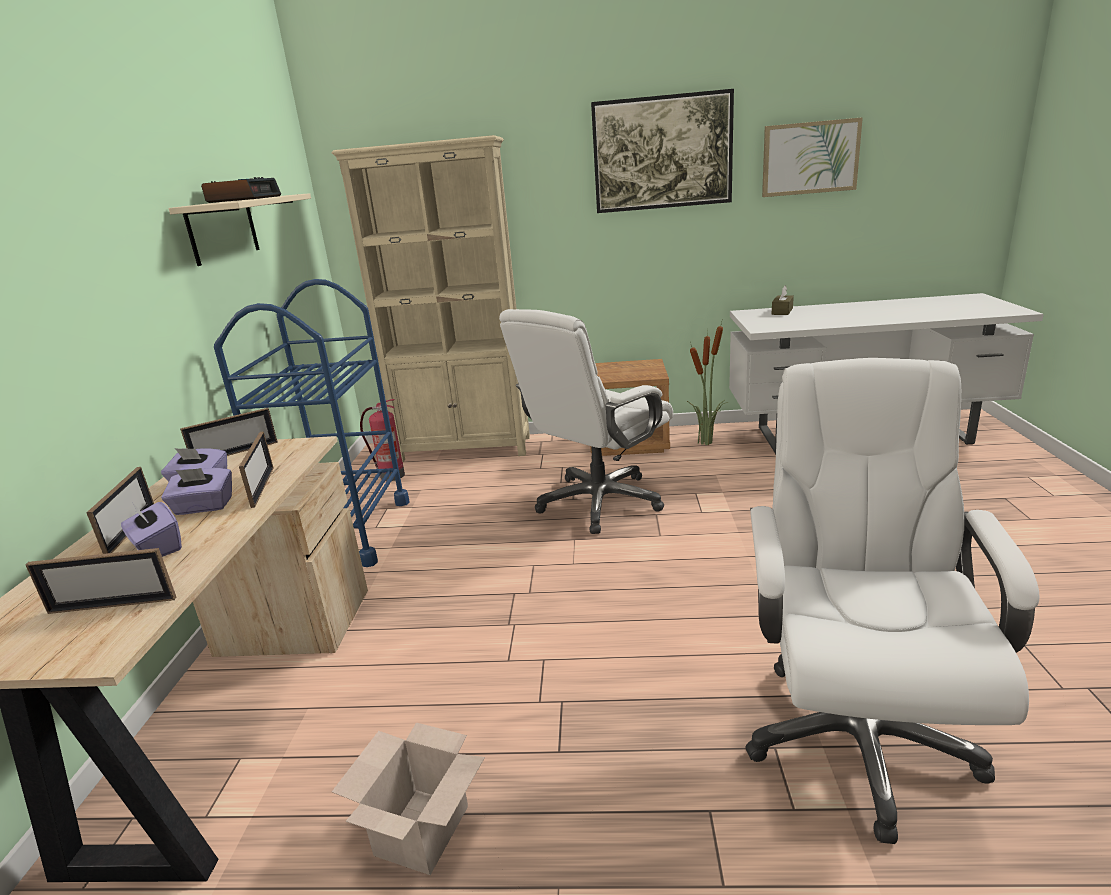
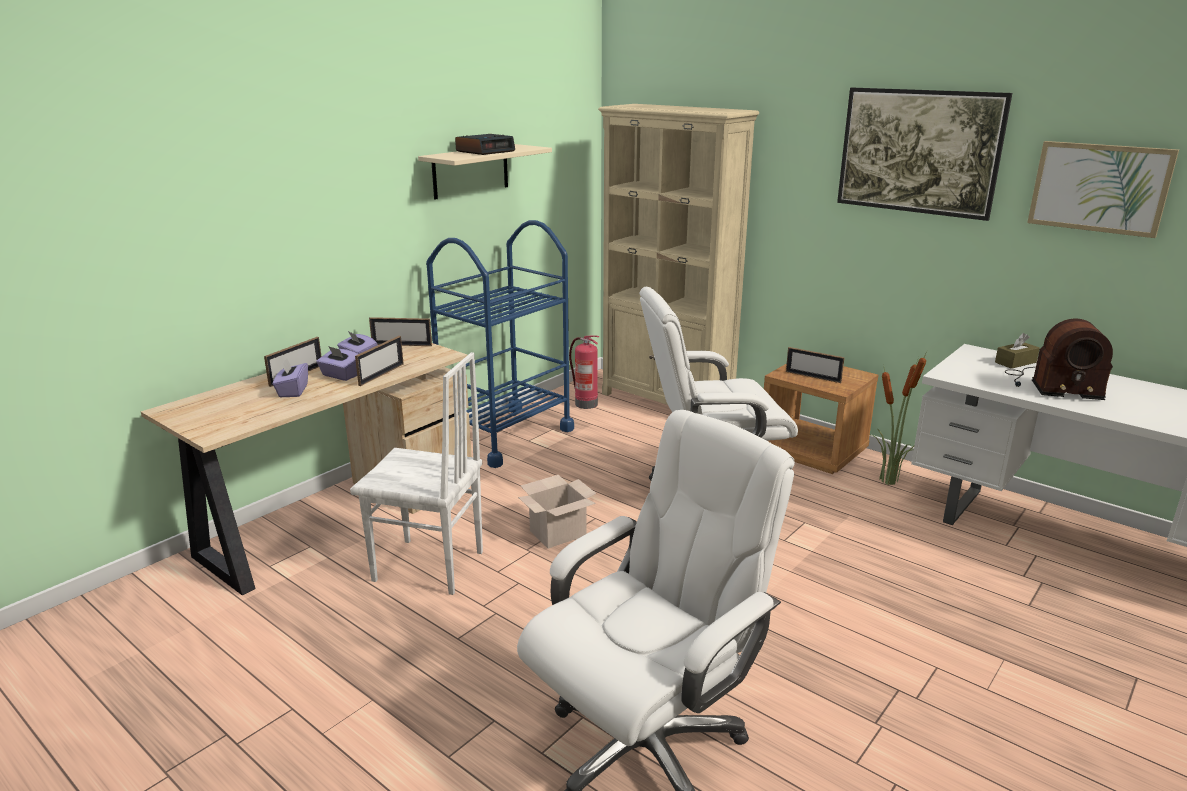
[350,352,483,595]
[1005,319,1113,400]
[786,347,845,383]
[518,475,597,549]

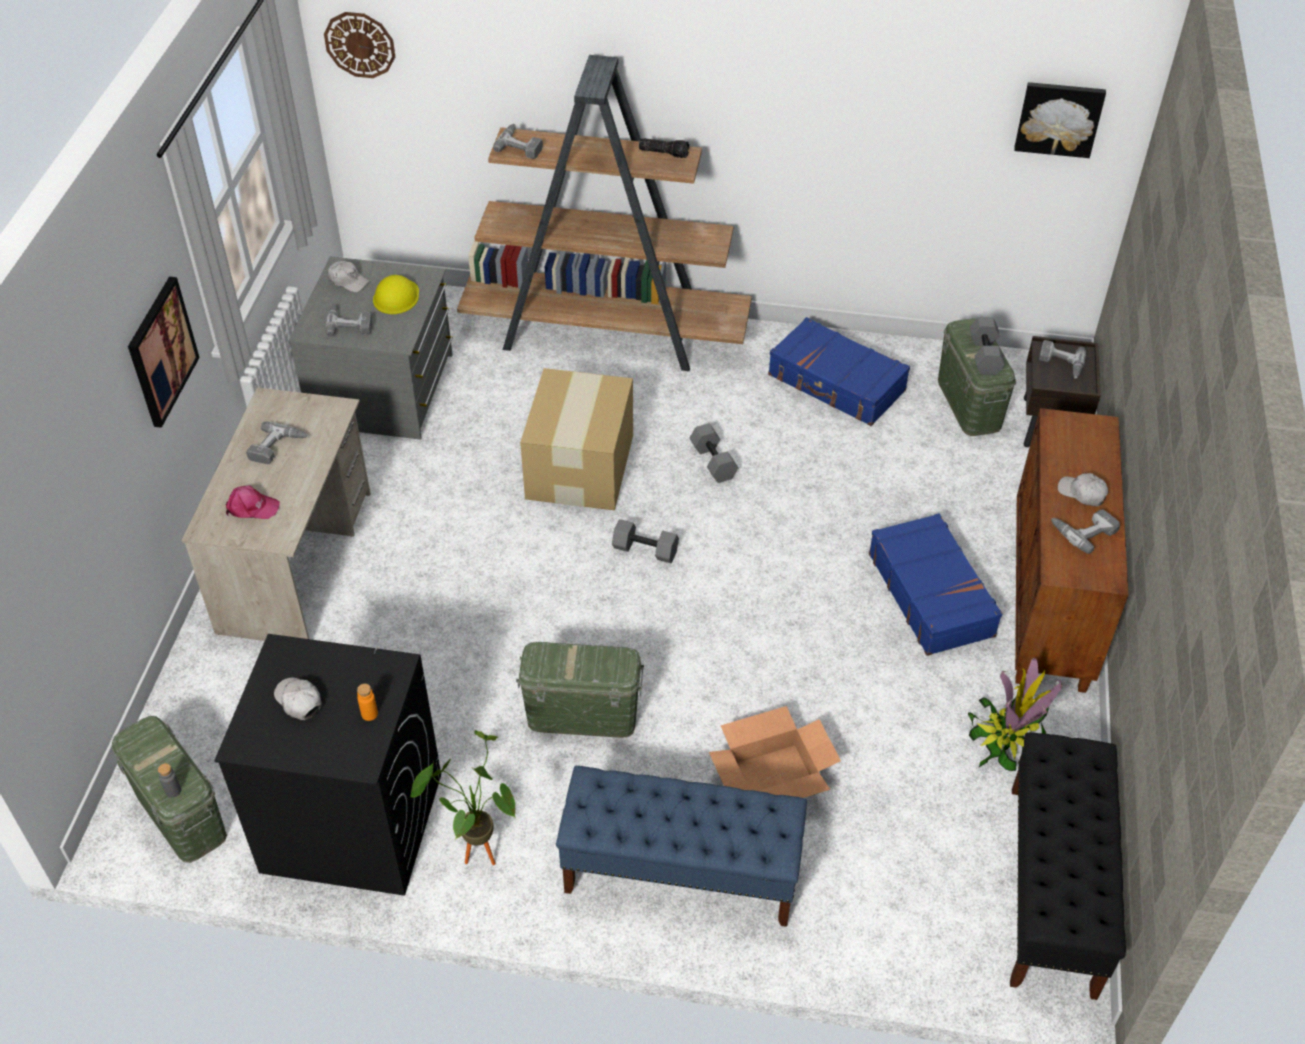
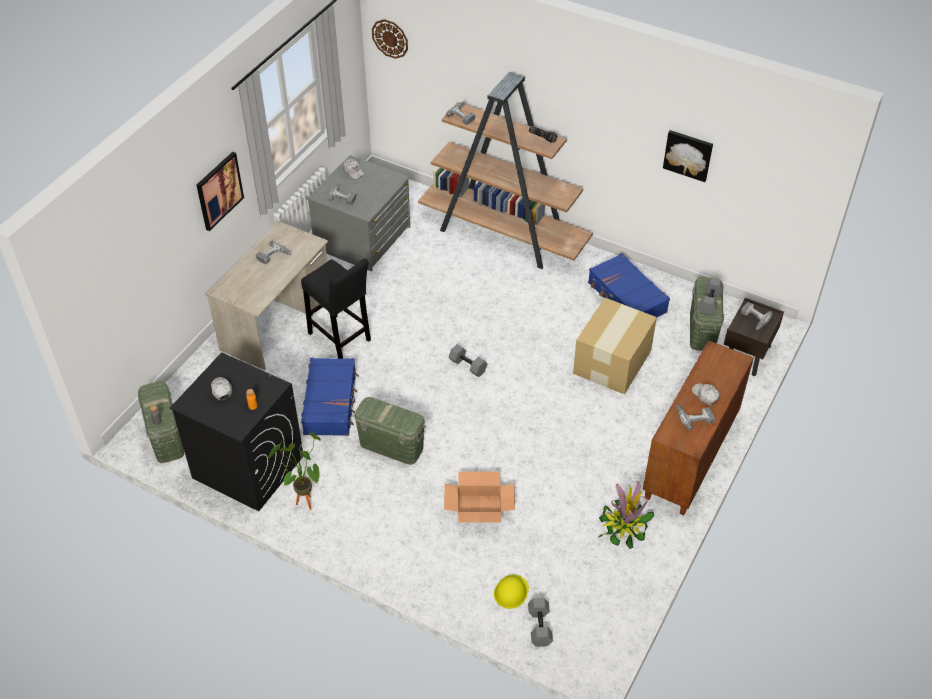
[226,485,280,519] (first image)
[556,766,807,927] (first image)
[1010,732,1126,1000] (first image)
[301,259,371,359]
[494,575,529,609]
[573,298,657,394]
[528,598,553,647]
[301,358,359,436]
[663,130,713,182]

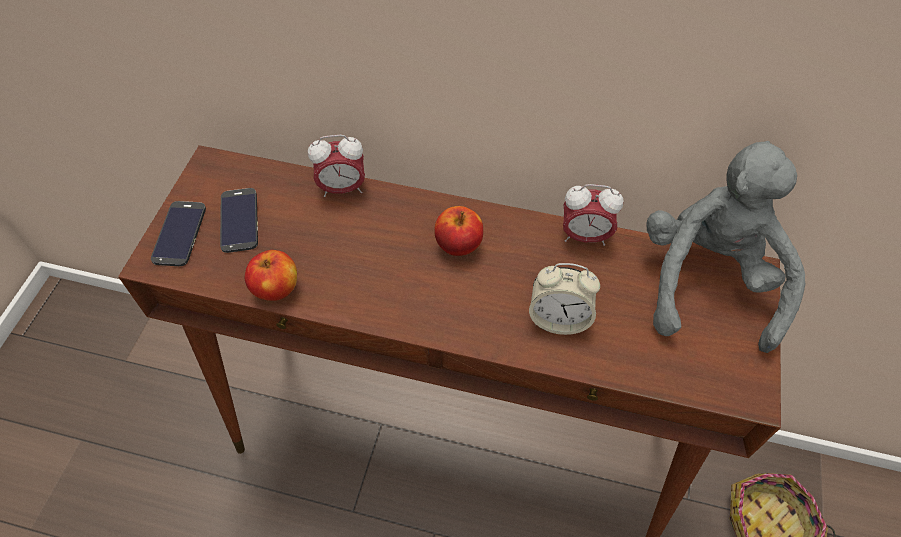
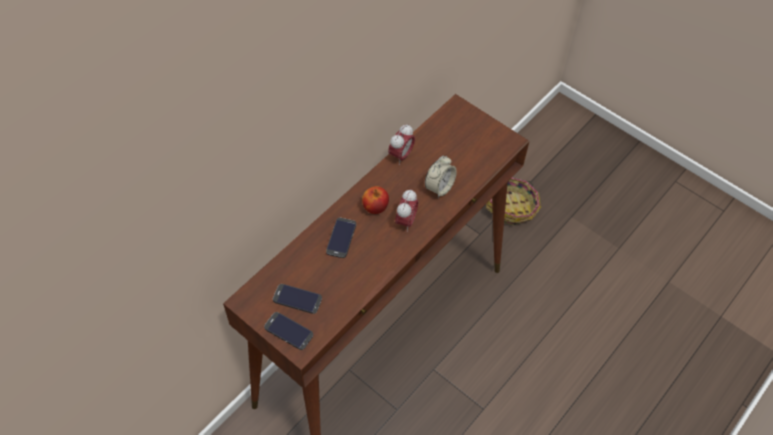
[245,250,297,301] (first image)
[646,141,806,353] (first image)
[326,218,356,258]
[395,190,418,232]

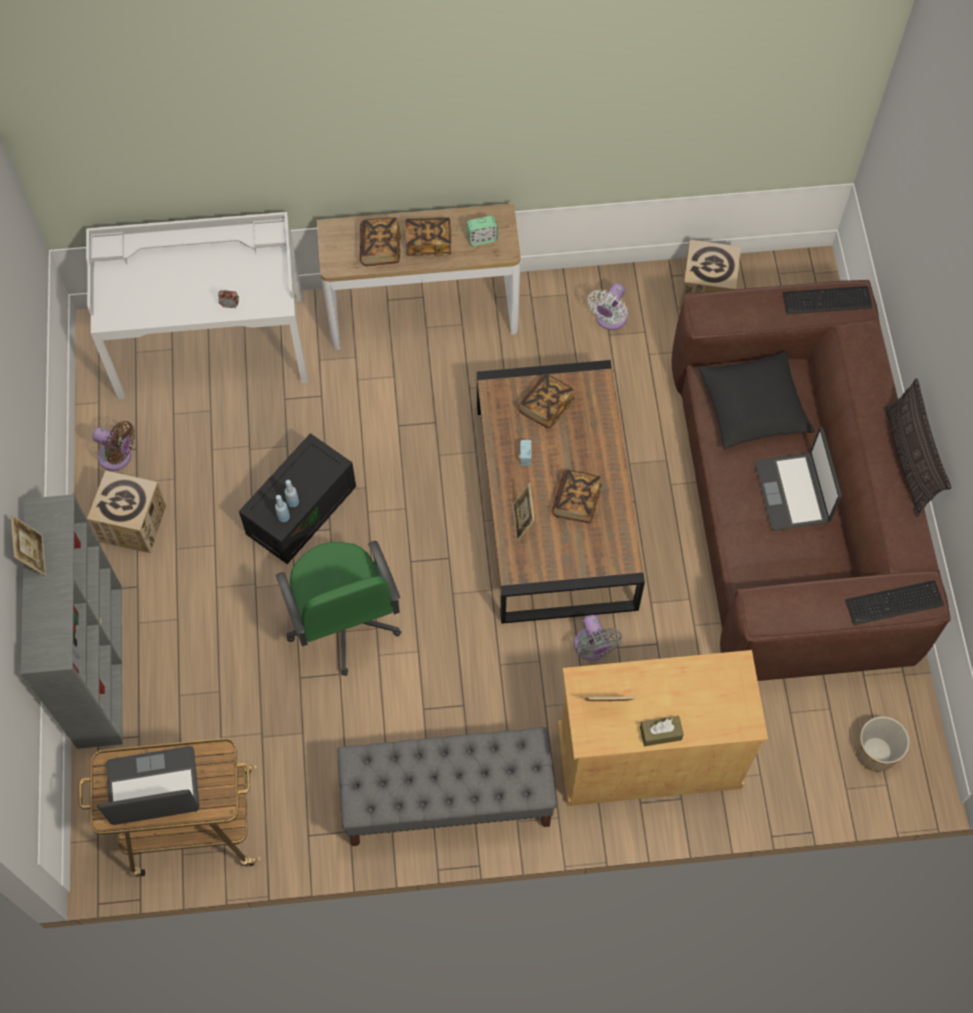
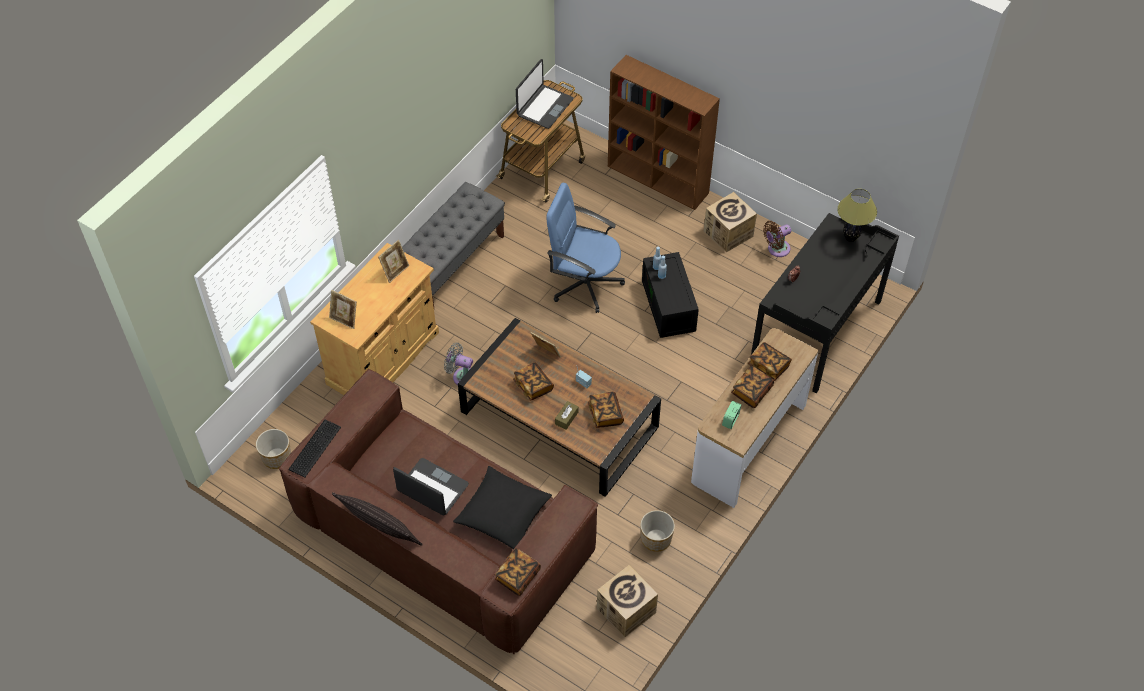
[837,189,877,242]
[329,290,357,329]
[555,401,578,430]
[640,510,675,552]
[495,548,541,596]
[608,55,720,210]
[751,213,899,393]
[546,183,625,313]

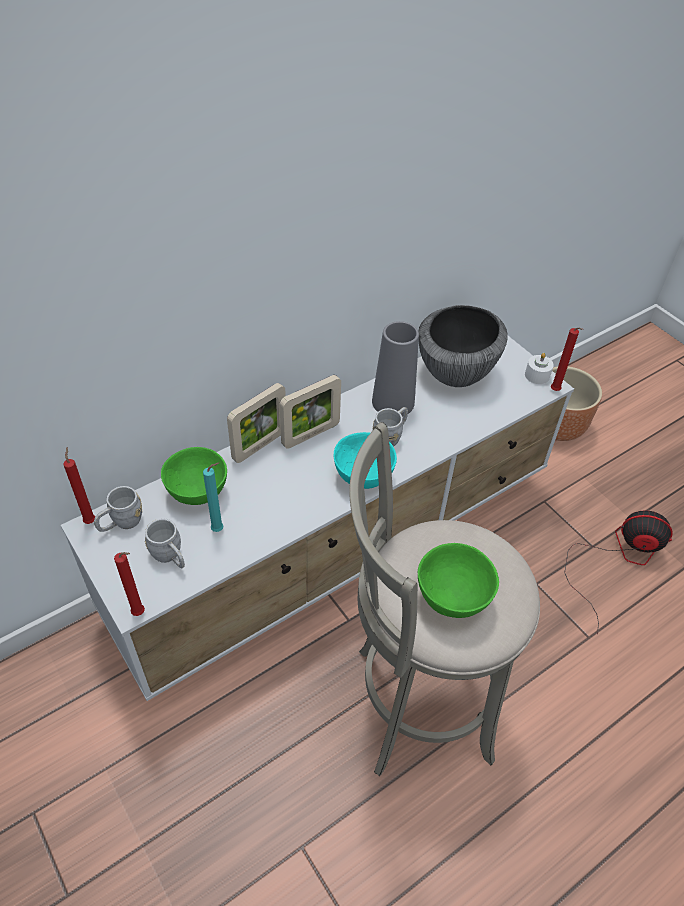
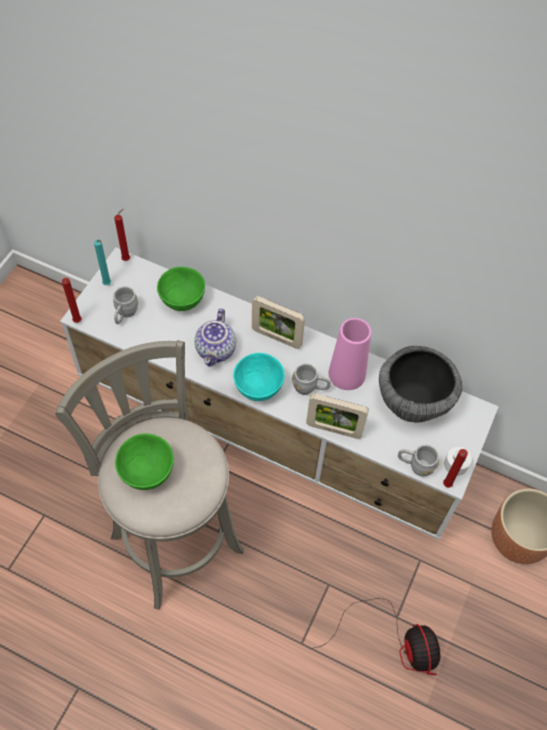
[195,309,236,366]
[398,445,439,476]
[94,240,111,285]
[306,393,369,439]
[329,318,371,390]

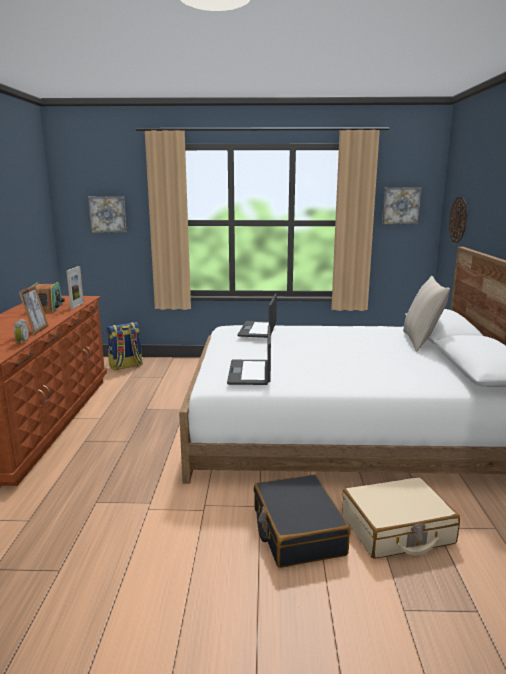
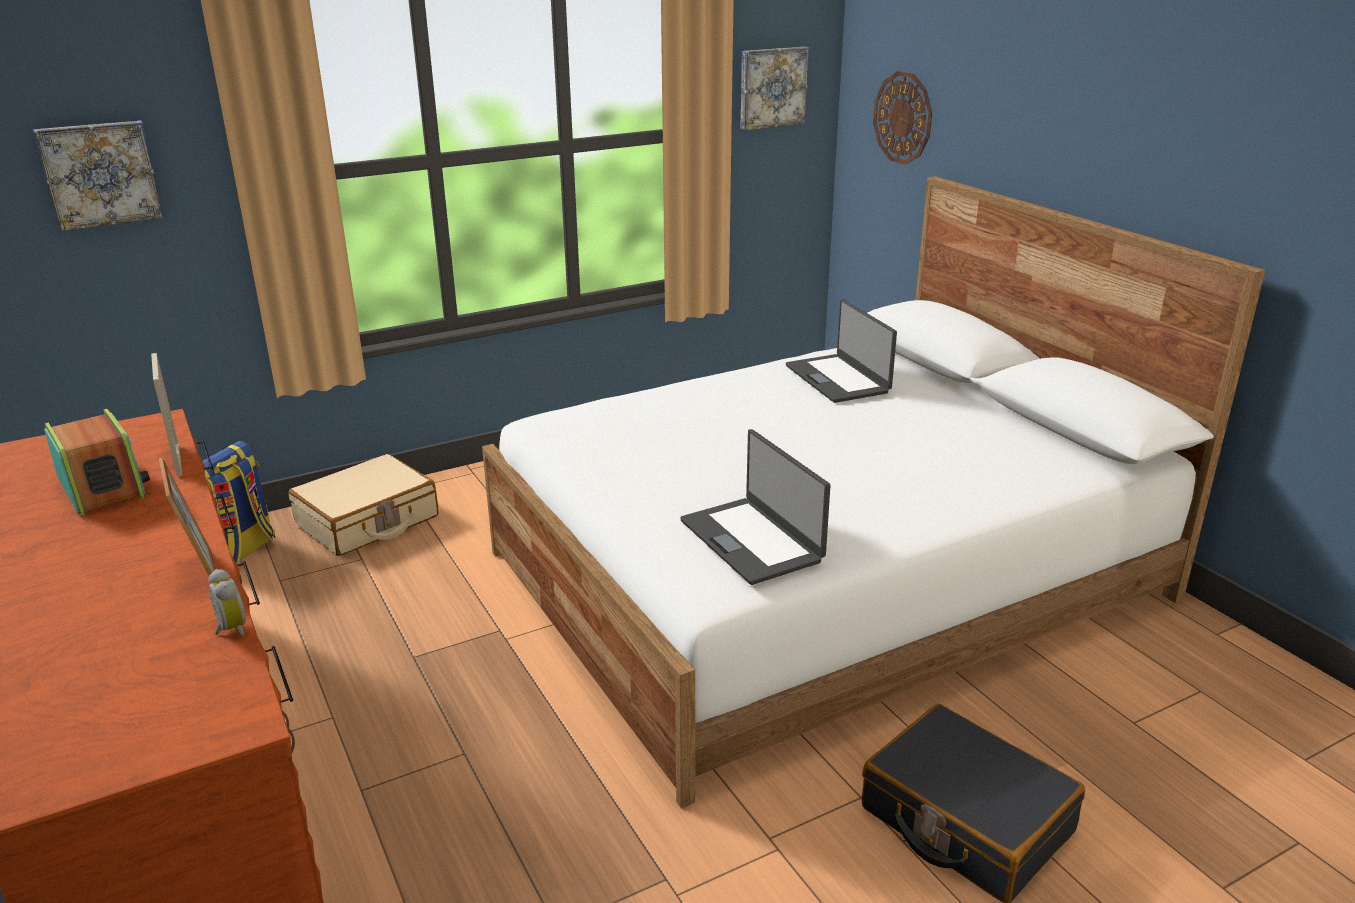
[403,276,450,351] (first image)
[786,299,897,403]
[288,454,439,556]

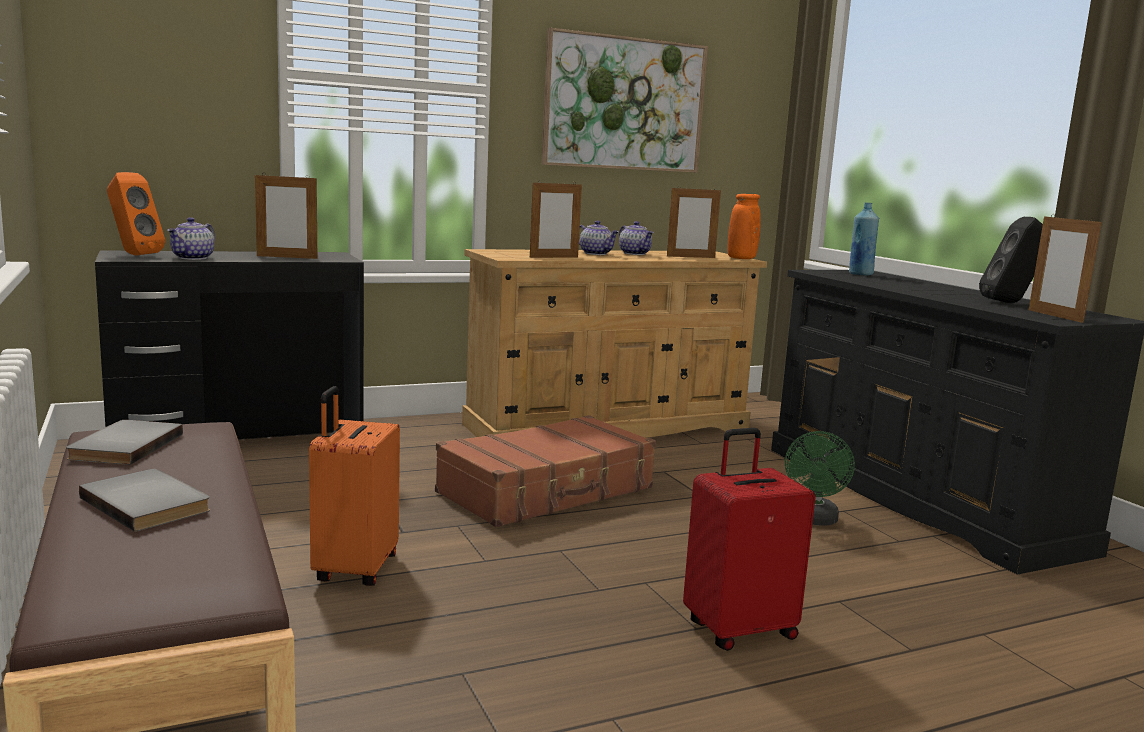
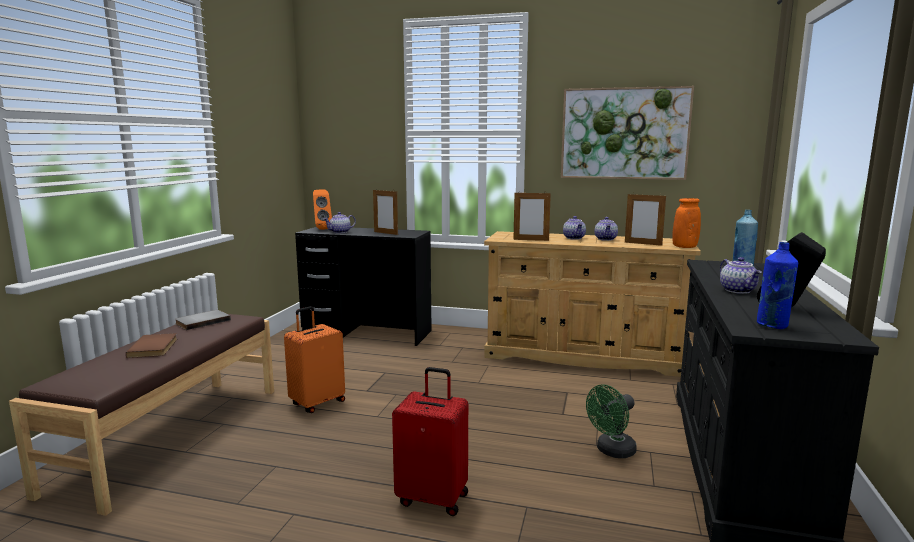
[435,415,656,527] (first image)
[720,257,762,294]
[757,242,798,329]
[126,333,177,358]

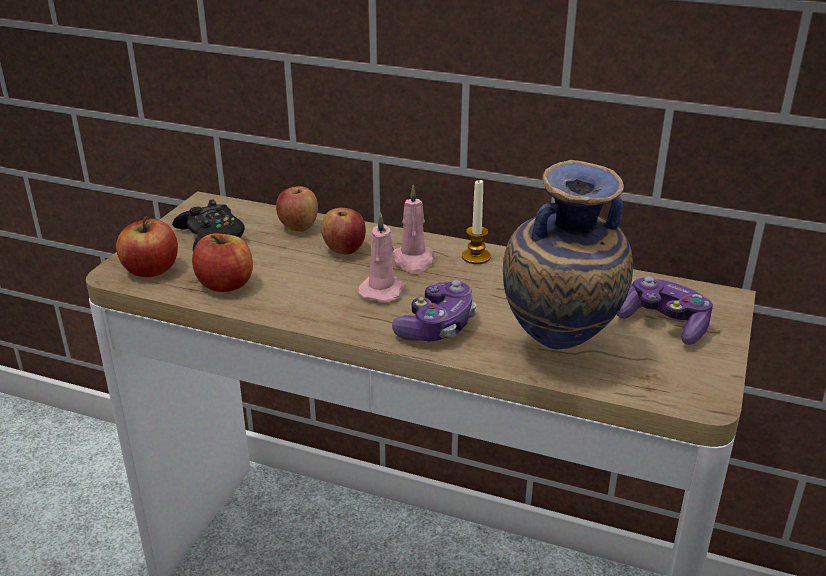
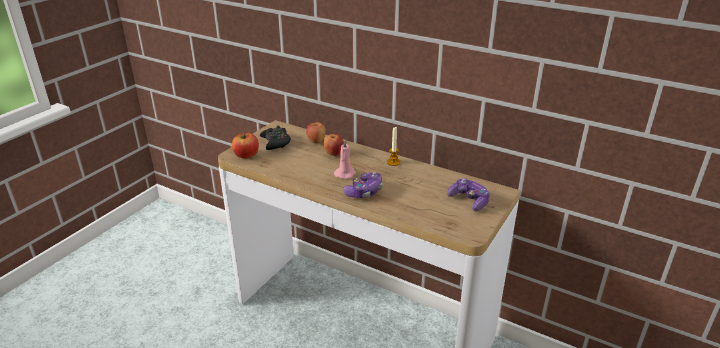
[192,234,253,292] (first image)
[392,185,433,274] (first image)
[503,160,633,350] (first image)

